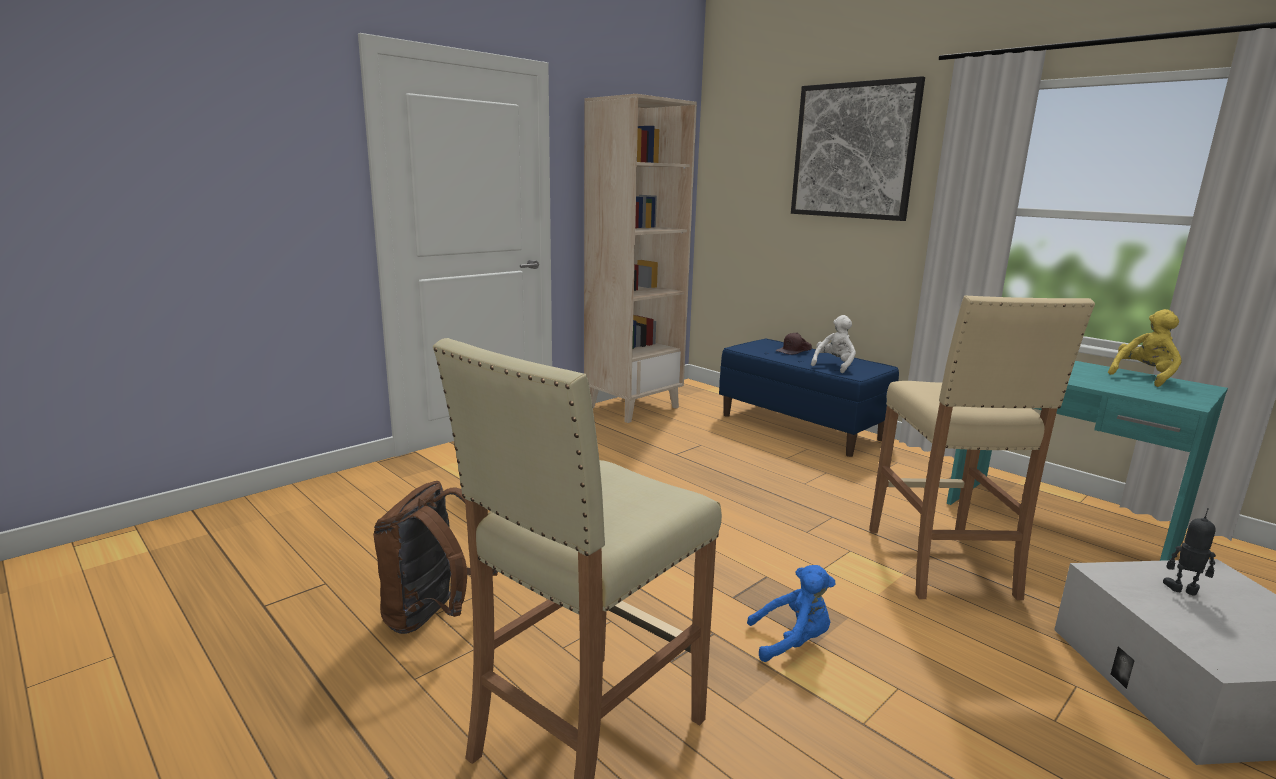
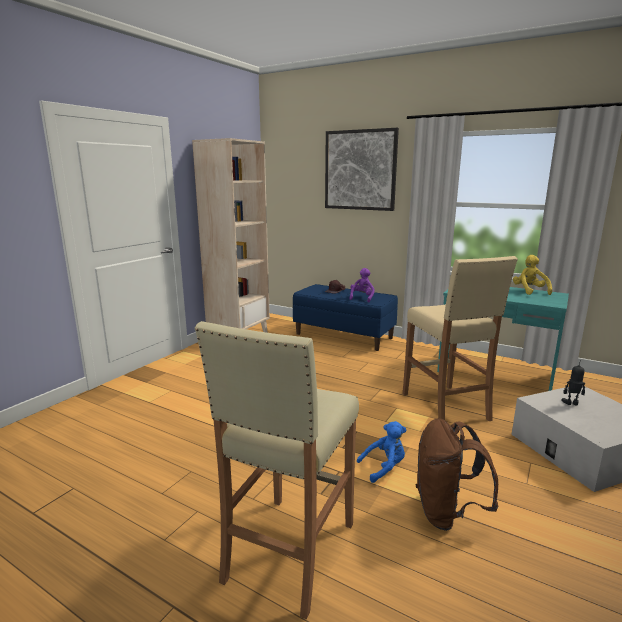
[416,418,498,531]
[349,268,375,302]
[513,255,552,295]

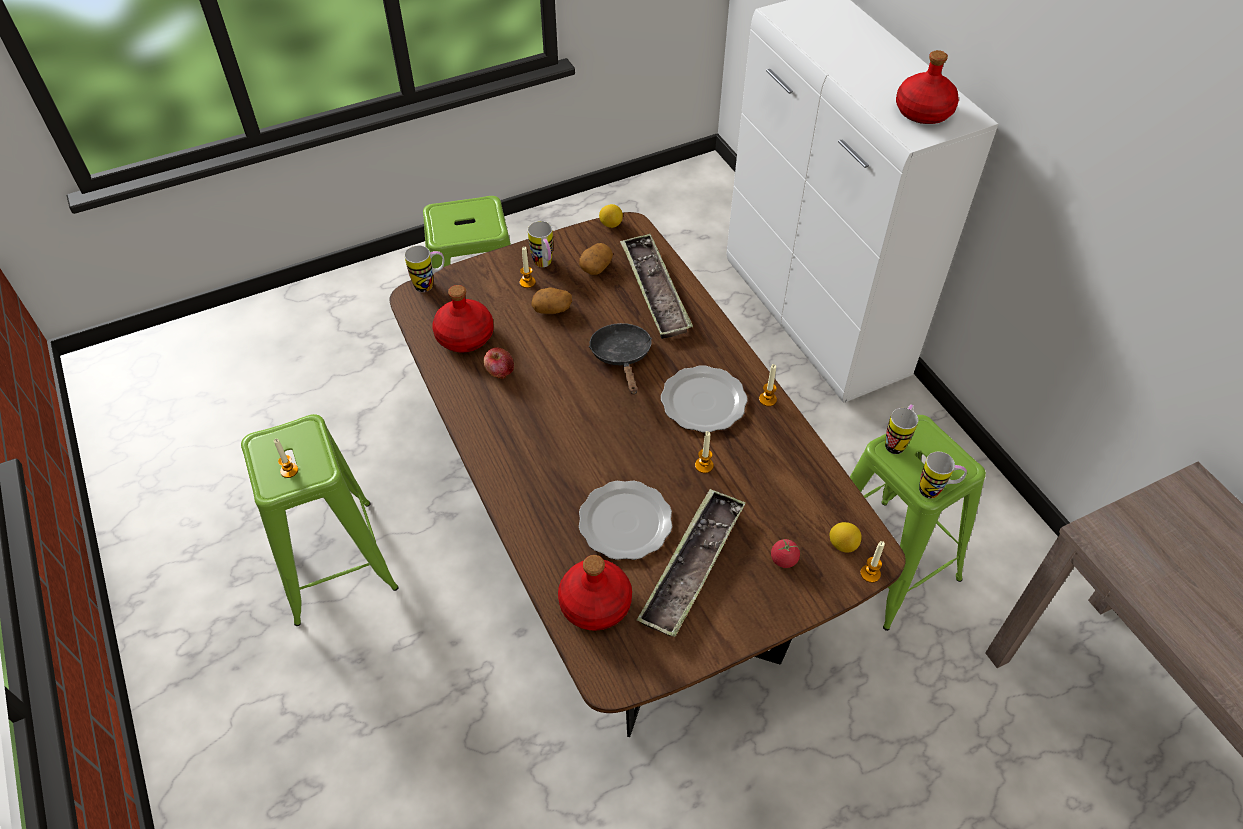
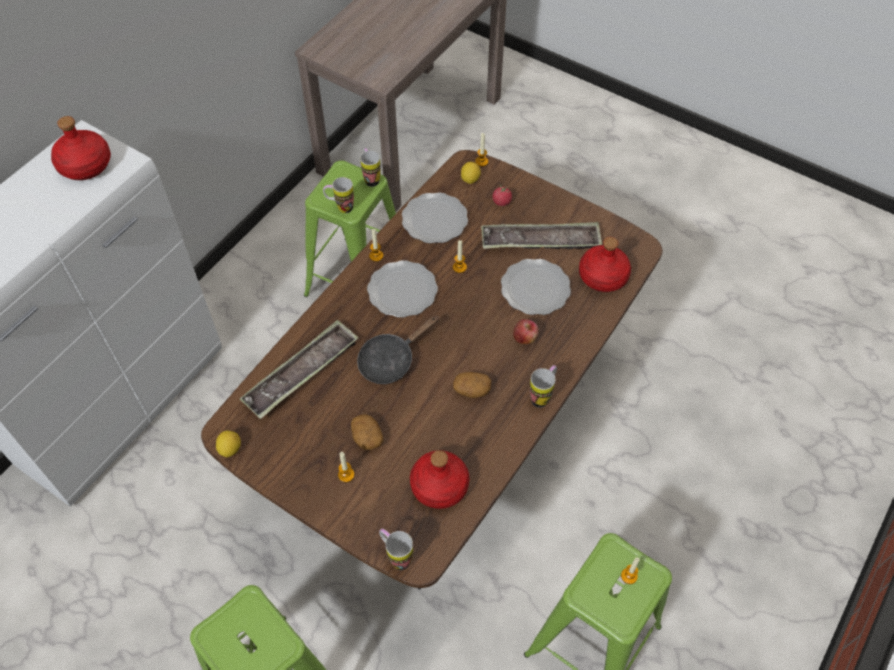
[402,192,468,243]
[513,319,539,344]
[530,365,557,408]
[453,372,491,398]

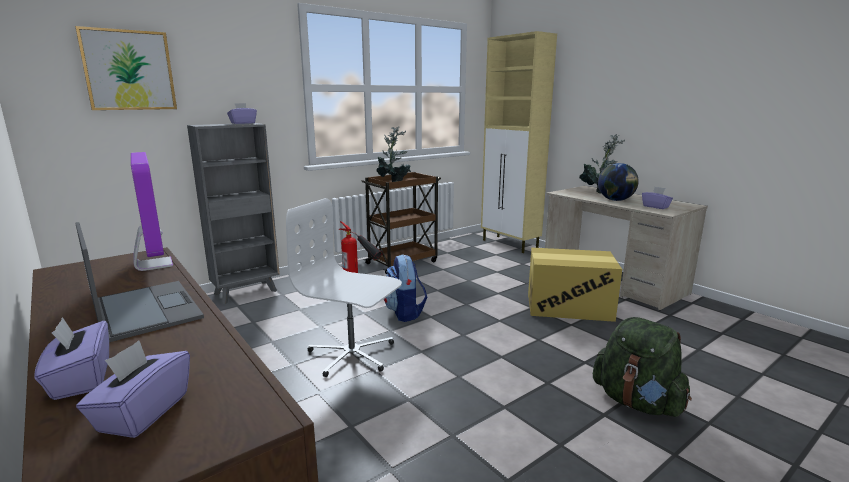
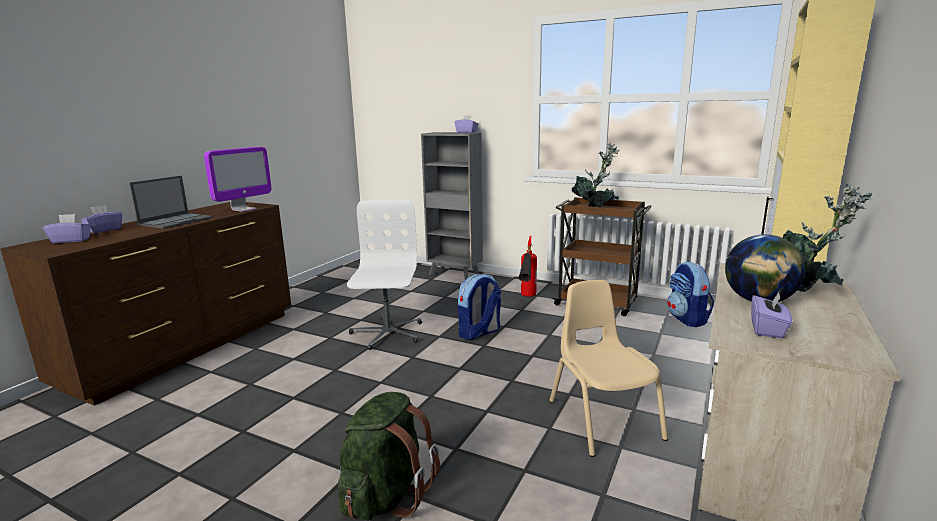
[75,26,177,110] (first image)
[667,261,714,327]
[549,280,668,457]

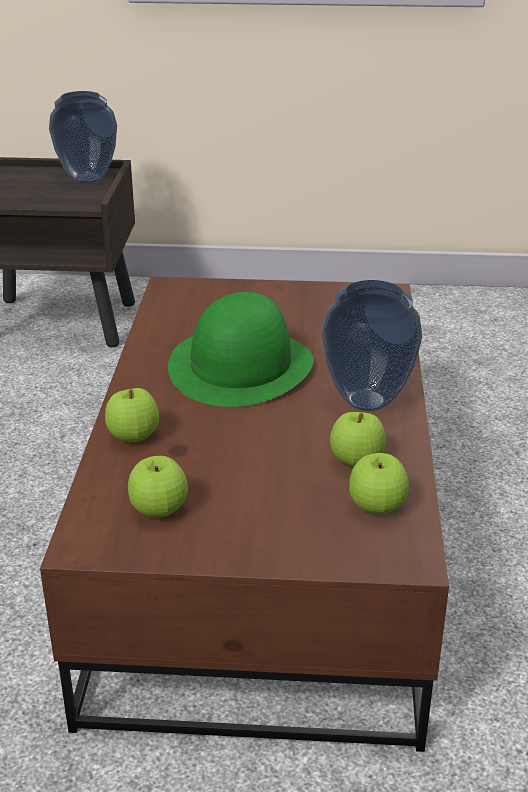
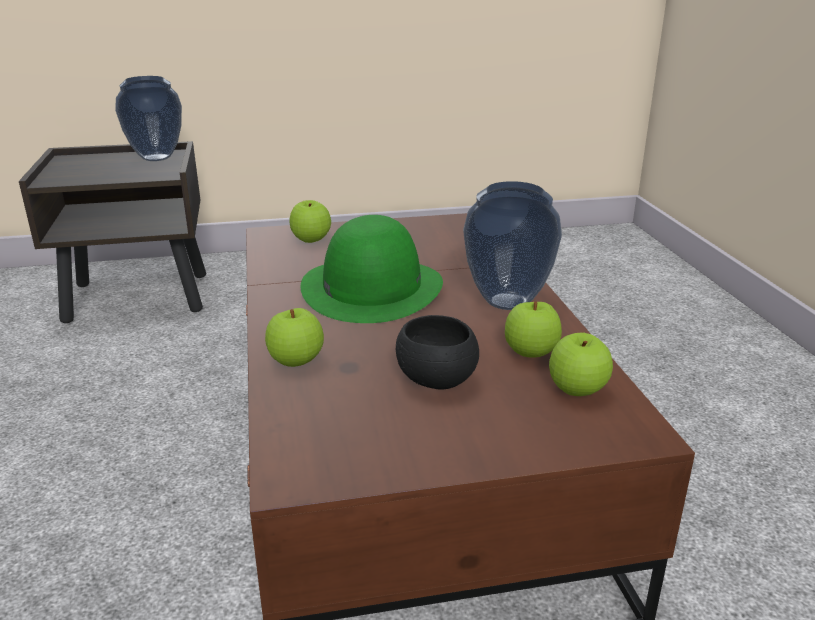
[396,315,479,389]
[289,200,331,243]

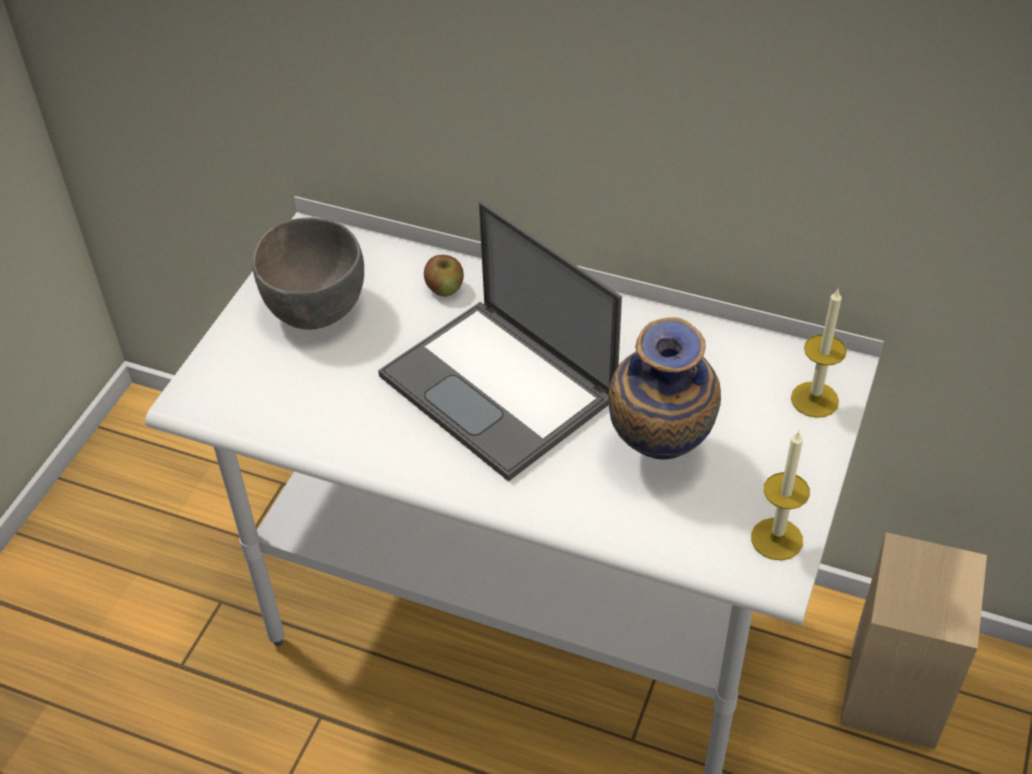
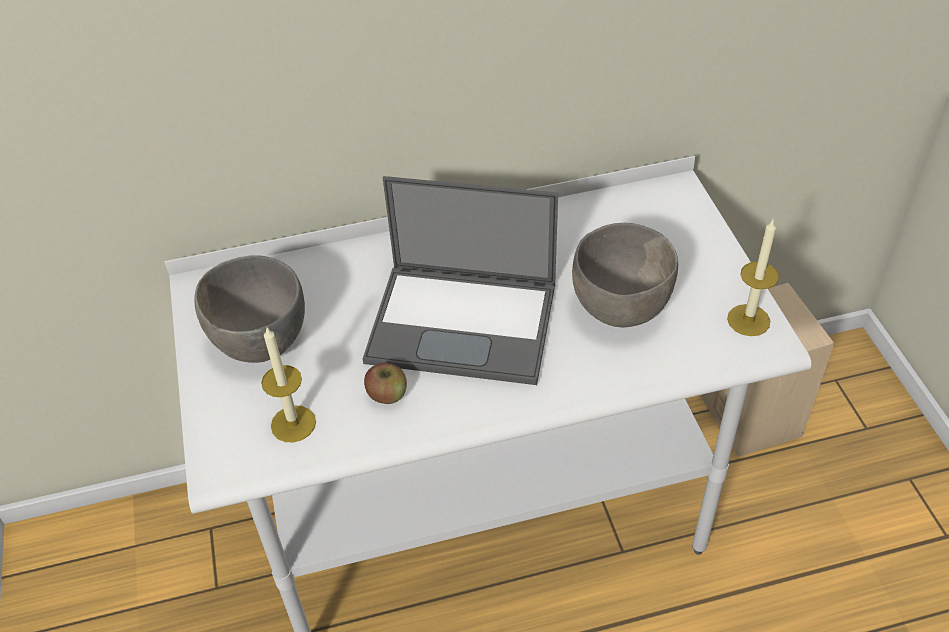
[364,363,407,404]
[261,326,316,443]
[572,223,678,327]

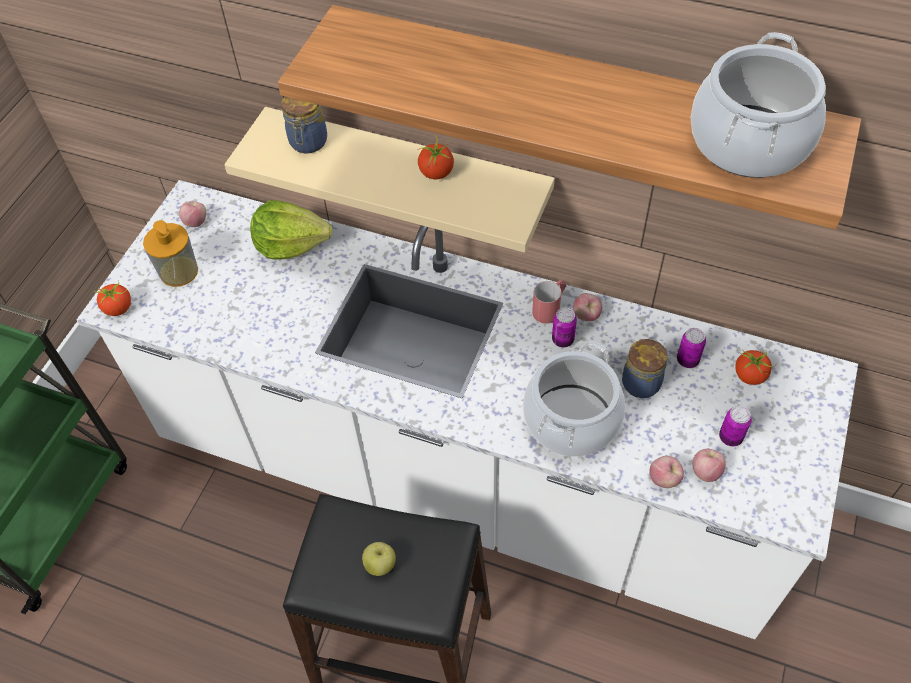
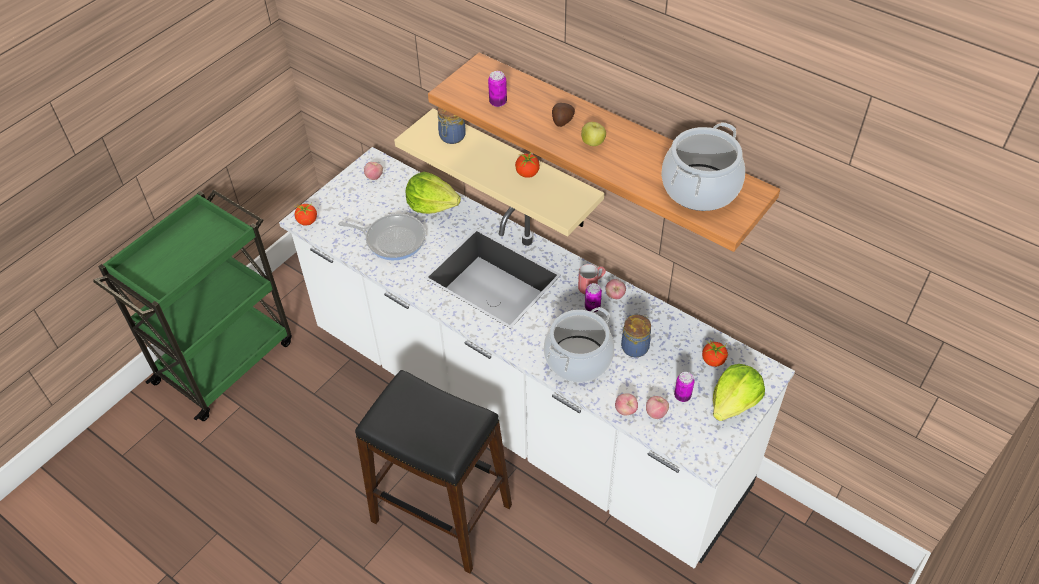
[143,220,198,287] (first image)
[338,214,425,261]
[552,103,575,127]
[713,364,765,421]
[581,122,606,146]
[488,71,507,107]

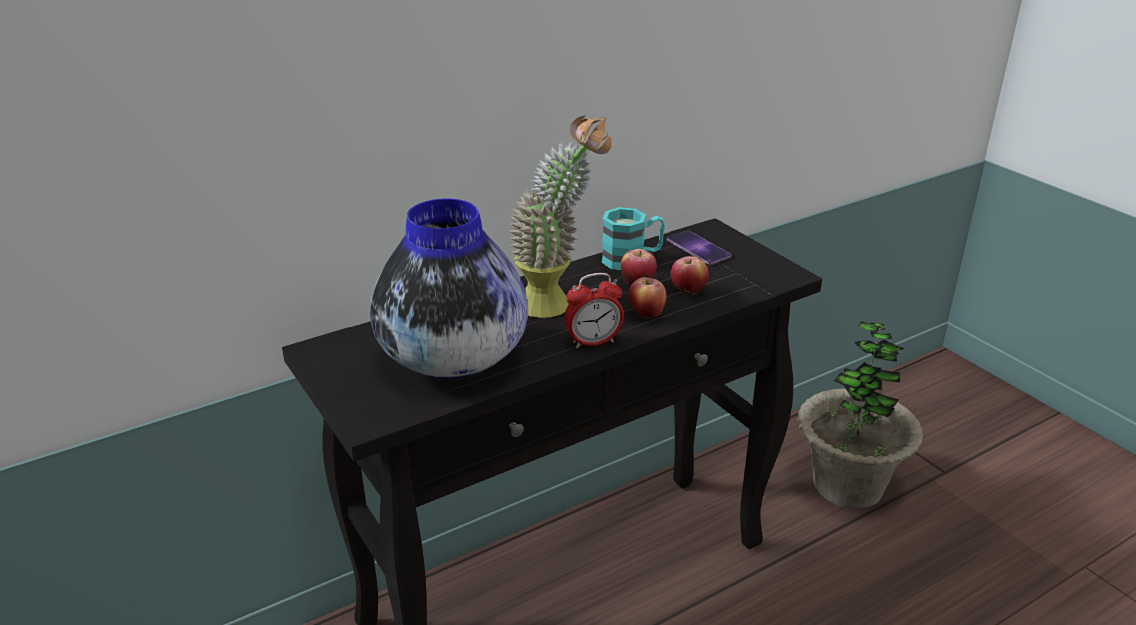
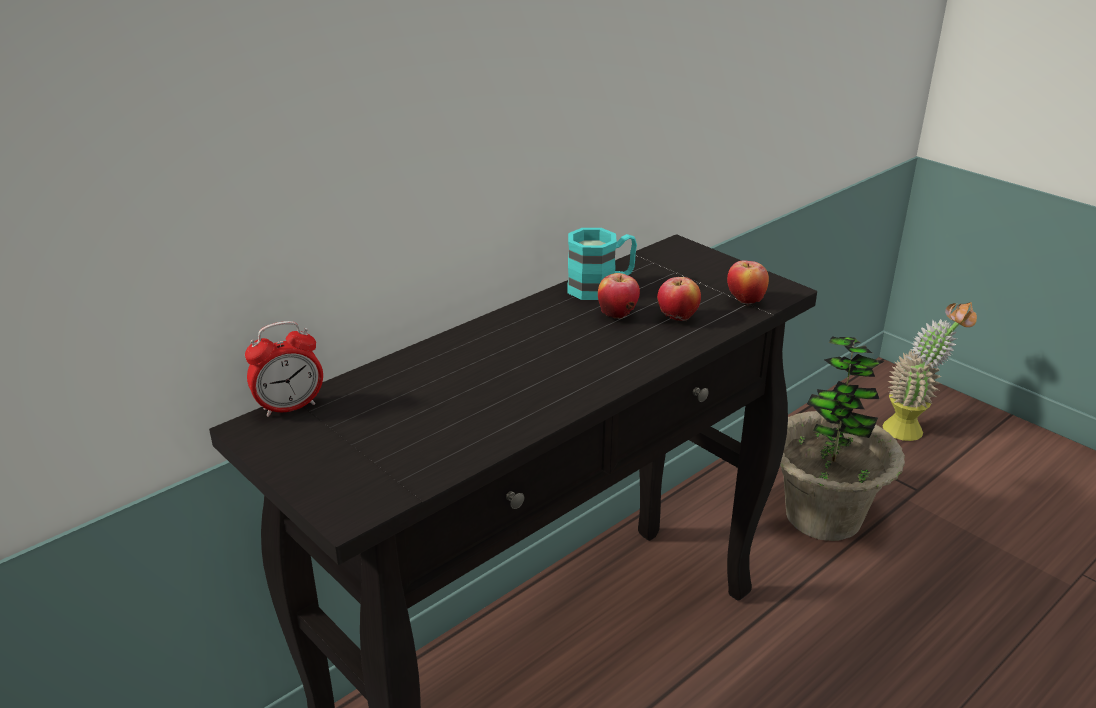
[370,198,528,380] (first image)
[667,231,732,265] (first image)
[883,302,977,441]
[245,321,323,417]
[727,260,769,306]

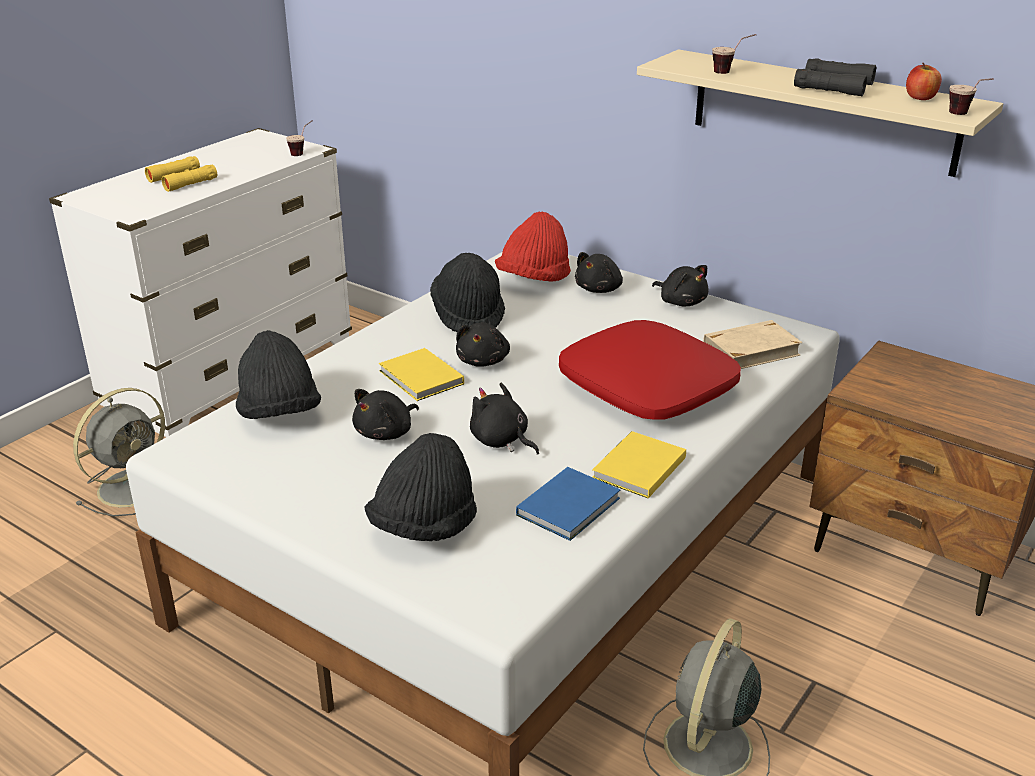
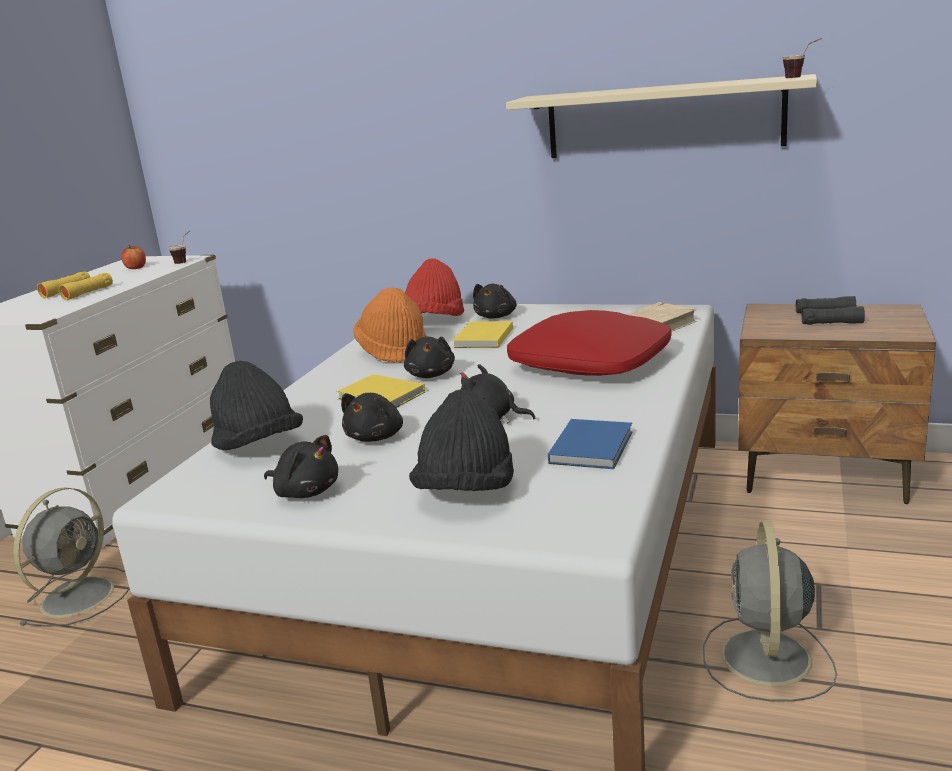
[712,34,756,74] (first image)
[452,321,513,348]
[264,435,338,498]
[796,296,865,325]
[121,245,146,269]
[353,288,426,363]

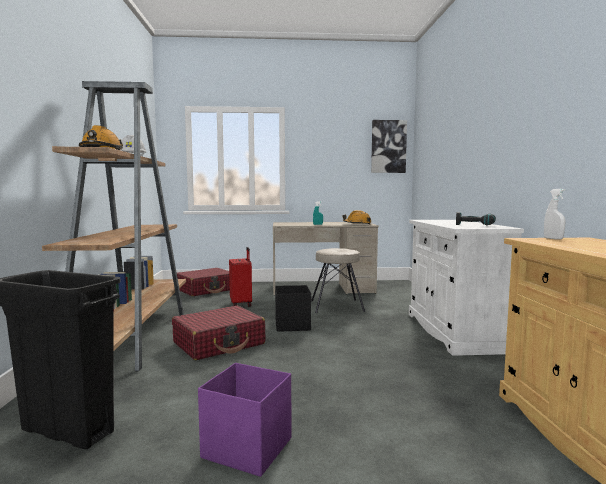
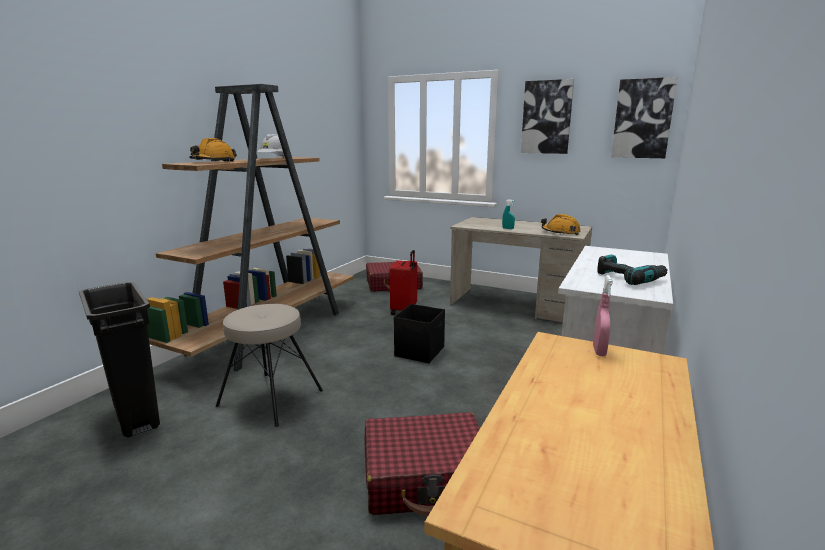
[198,363,291,477] (first image)
[521,79,574,154]
[365,412,480,516]
[216,304,323,427]
[593,275,613,356]

